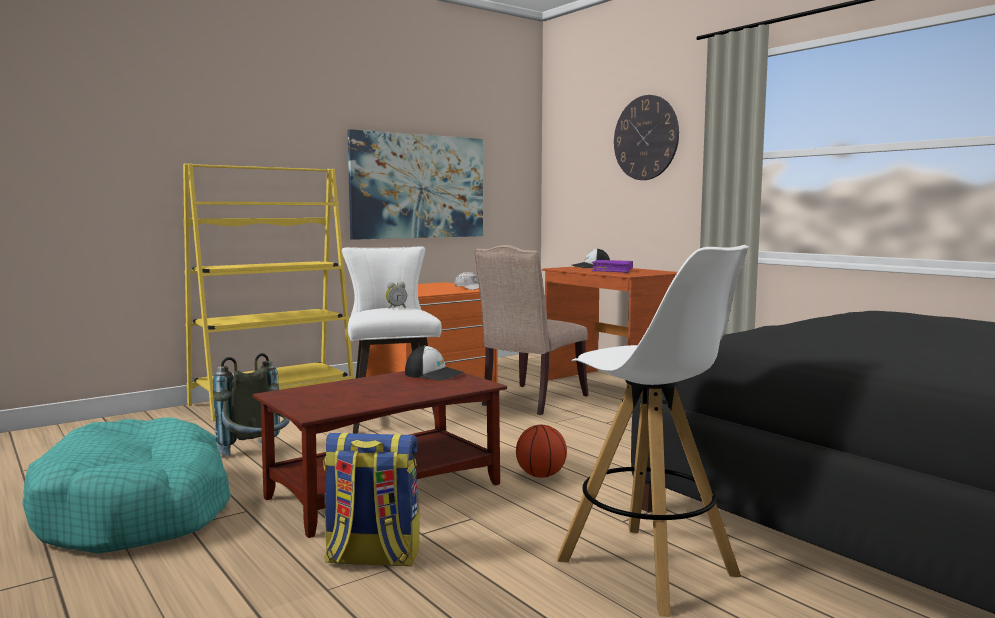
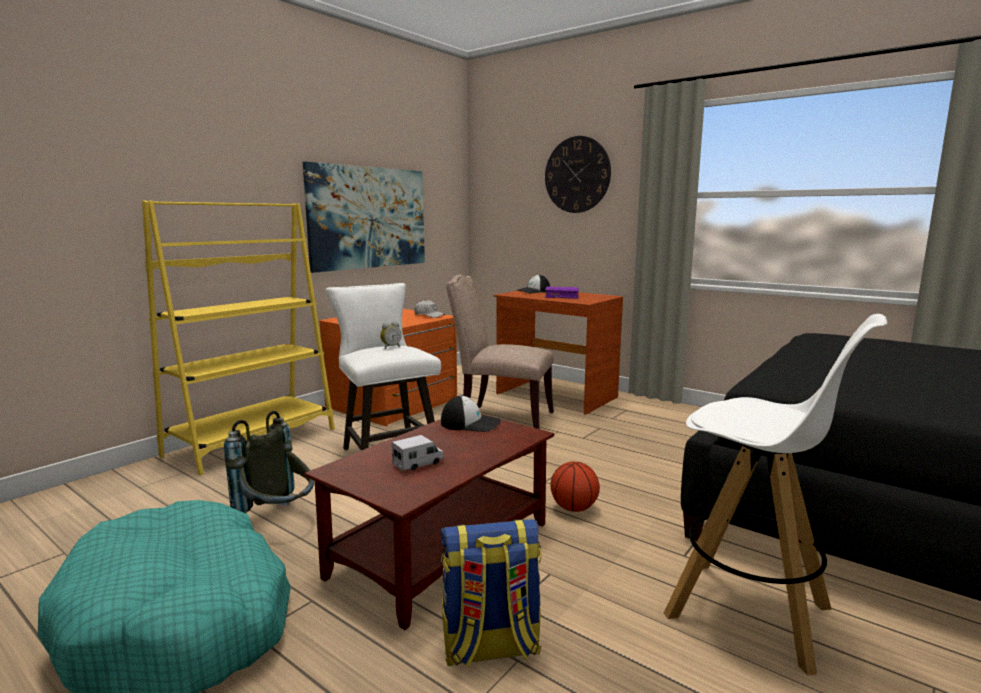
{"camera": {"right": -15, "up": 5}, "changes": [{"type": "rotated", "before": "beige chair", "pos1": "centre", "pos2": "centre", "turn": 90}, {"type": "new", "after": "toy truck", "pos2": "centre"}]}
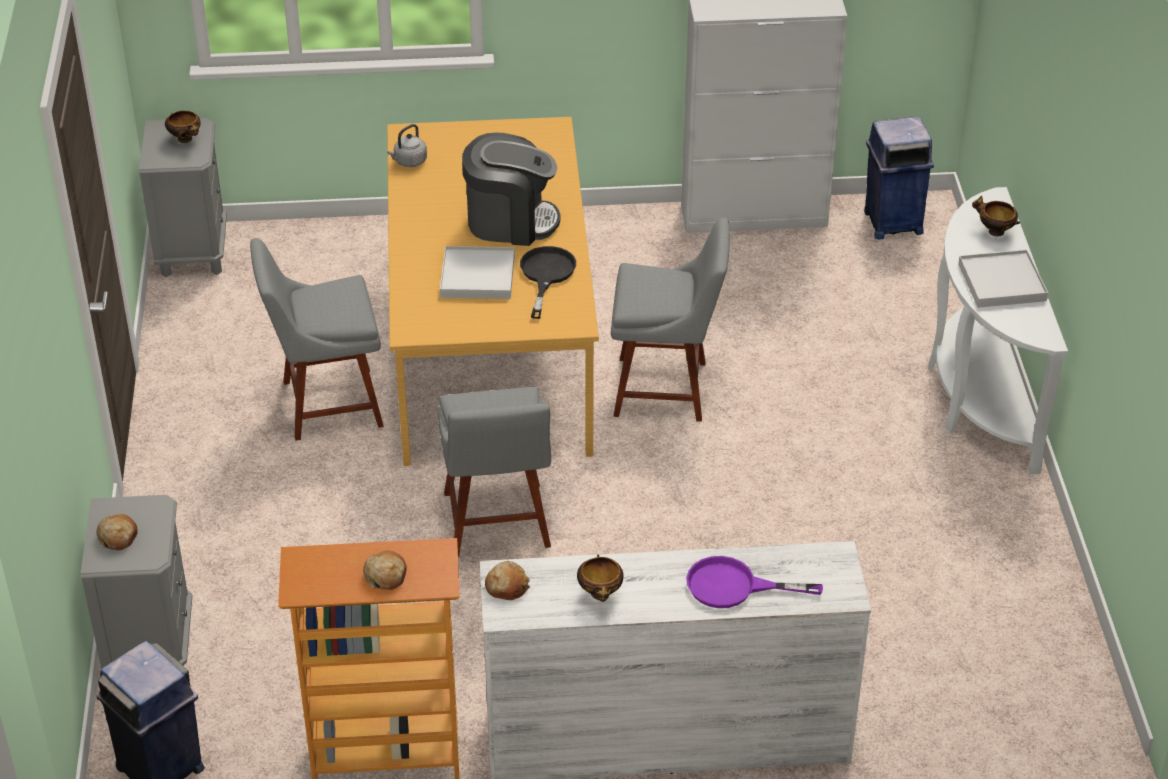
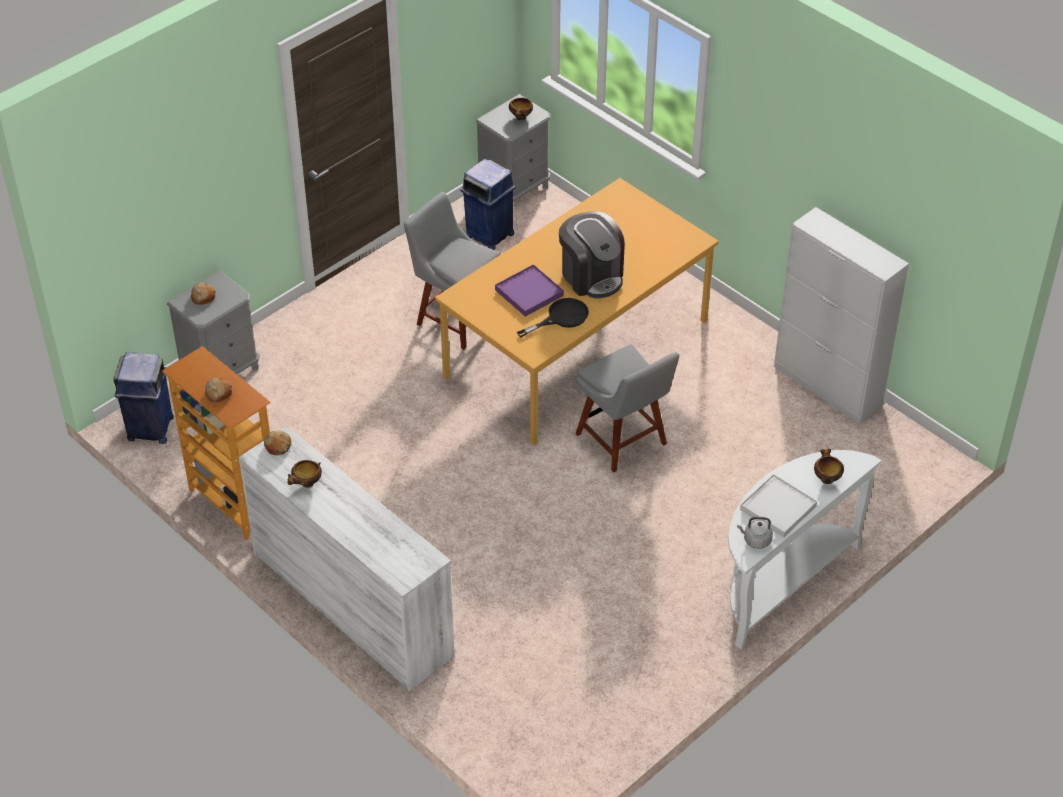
{"camera": {"right": 50, "up": 5}, "changes": [{"type": "shifted", "before": "blue trash can (no. 2 from left)", "pos1": "top right", "pos2": "top centre"}, {"type": "shifted", "before": "grey kettle", "pos1": "top centre", "pos2": "bottom right"}, {"type": "repainted", "before": "white tray (no. 1 from left)", "after": "purple tray", "pos1": "centre", "pos2": "centre"}, {"type": "gone", "before": "grey chair (no. 2 from left)", "pos1": "centre"}, {"type": "gone", "before": "purple frying pan", "pos1": "bottom centre"}]}
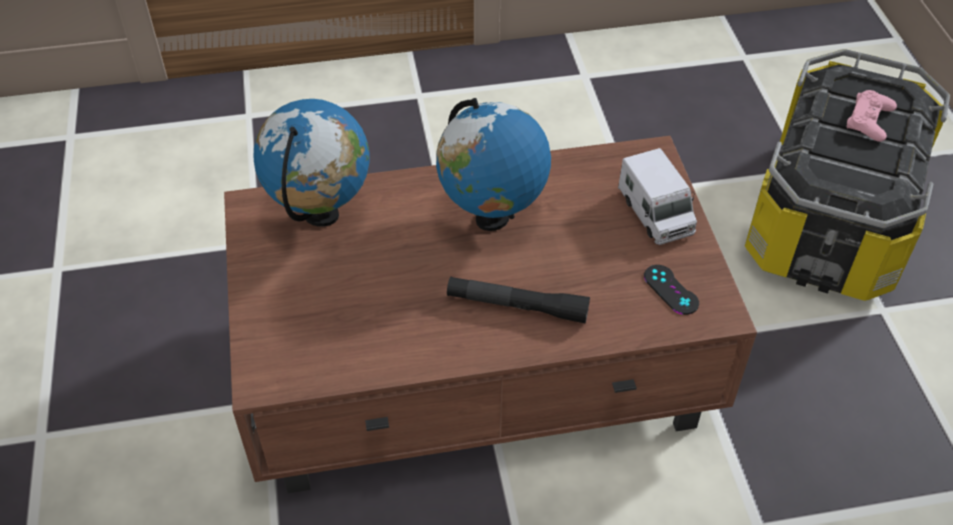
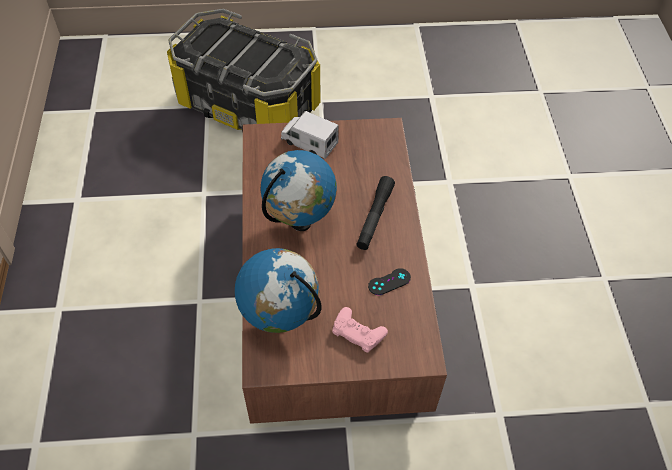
{"camera": {"right": -85, "up": 5}, "changes": [{"type": "shifted", "before": "pink game controller", "pos1": "top right", "pos2": "bottom centre"}, {"type": "rotated", "before": "toy truck", "pos1": "middle right", "pos2": "top centre", "turn": -135}, {"type": "shifted", "before": "black game controller", "pos1": "middle right", "pos2": "centre"}]}
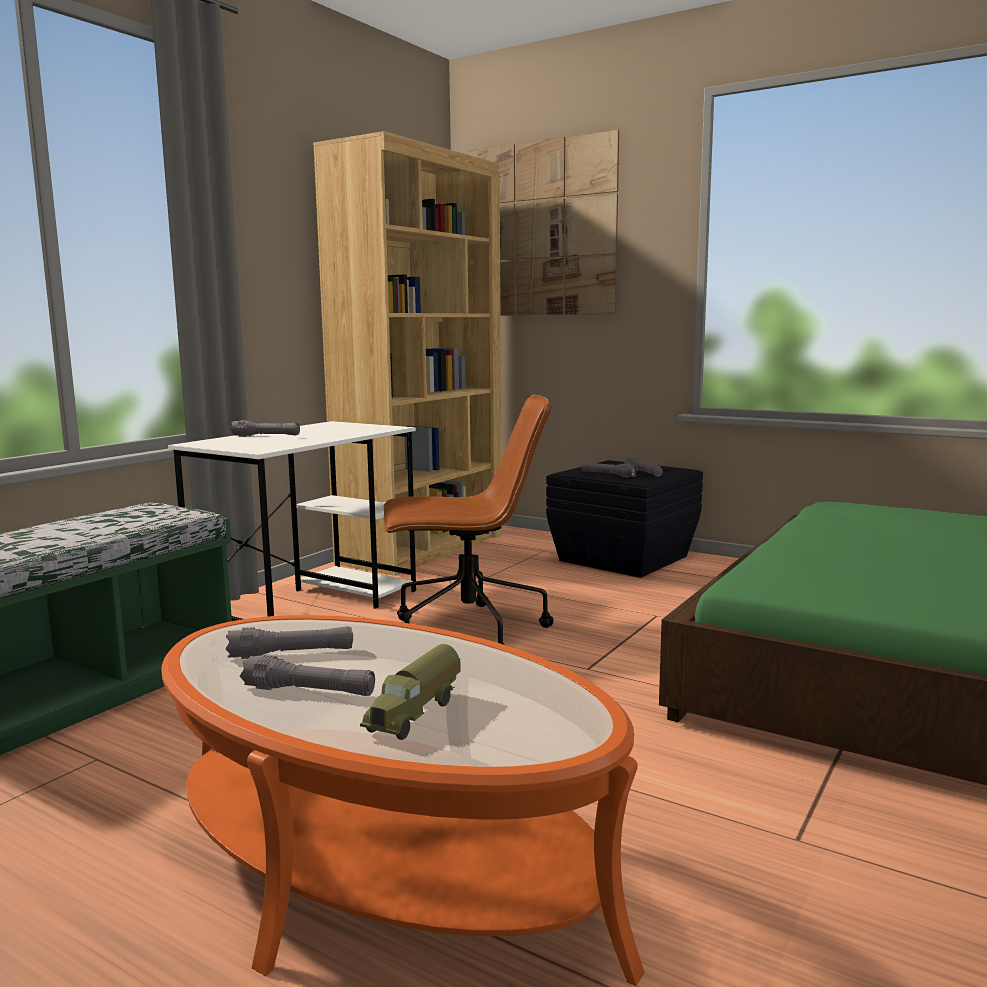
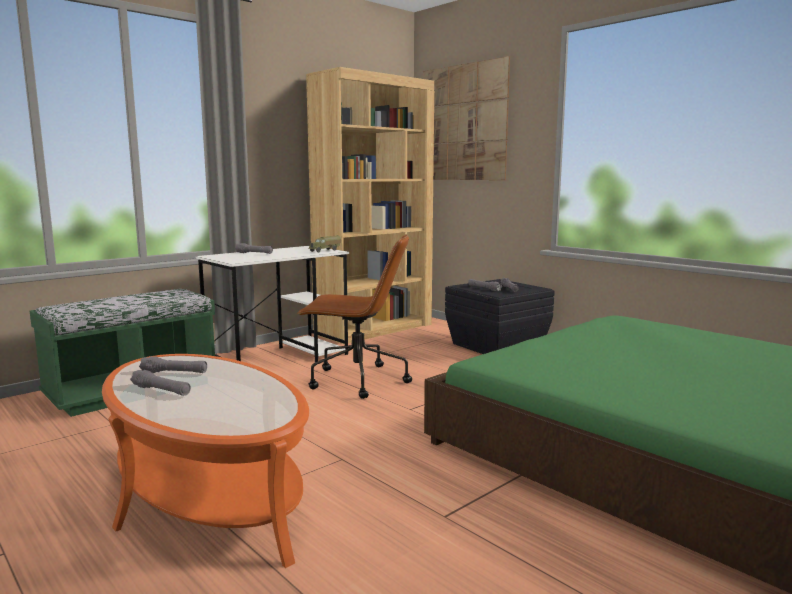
{"camera": {"right": 15, "up": 0}, "changes": [{"type": "shifted", "before": "toy truck", "pos1": "bottom centre", "pos2": "centre"}]}
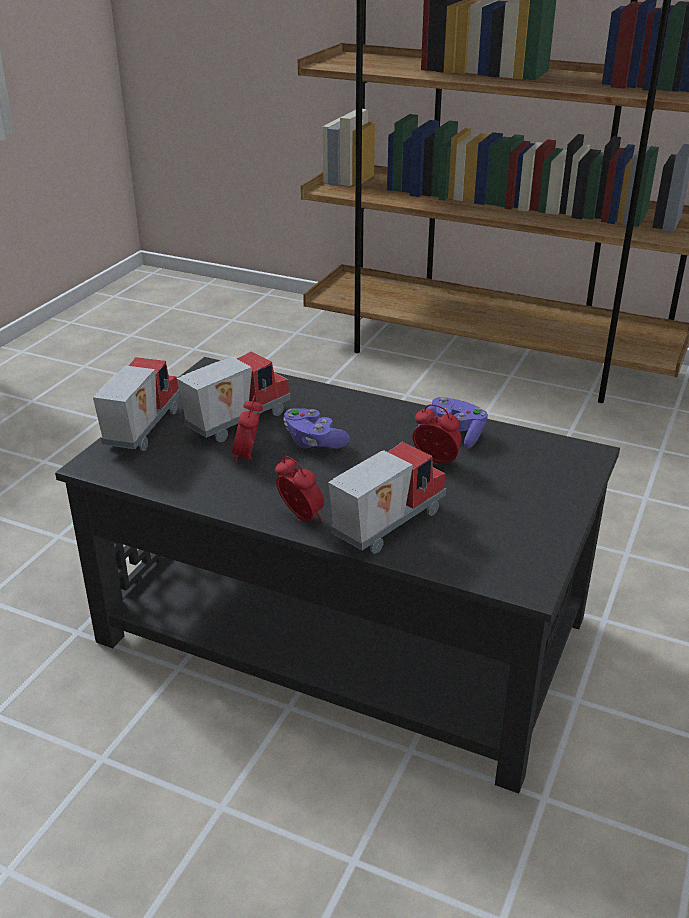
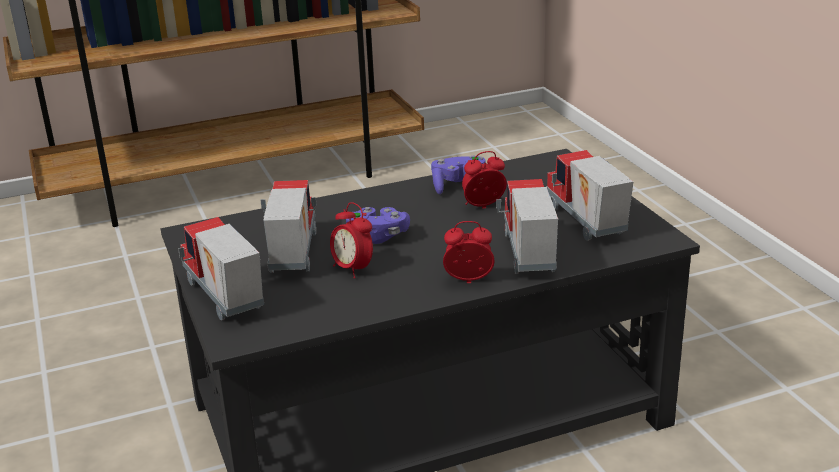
{"camera": {"right": -45, "up": -5}, "changes": [{"type": "new", "after": "toy truck (no. 4 from left)", "pos2": "middle right"}]}
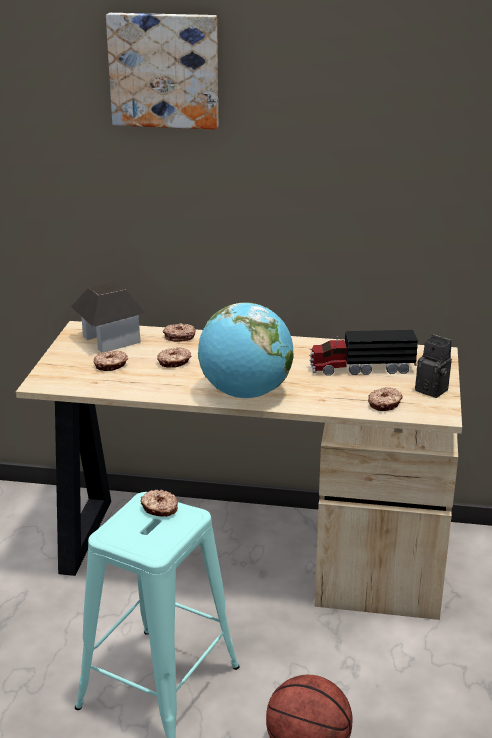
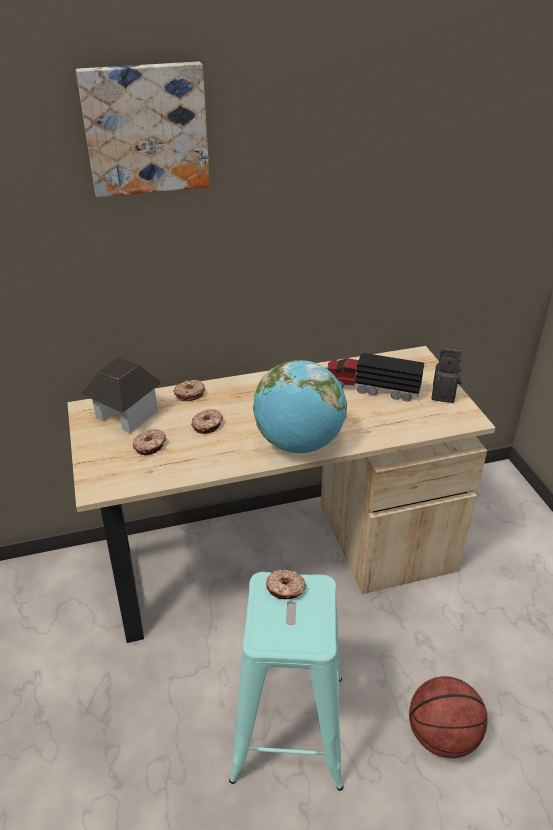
{"camera": {"right": -25, "up": 10}, "changes": [{"type": "rotated", "before": "toy truck", "pos1": "middle right", "pos2": "middle right", "turn": 45}, {"type": "gone", "before": "donut (no. 5 from left)", "pos1": "middle right"}]}
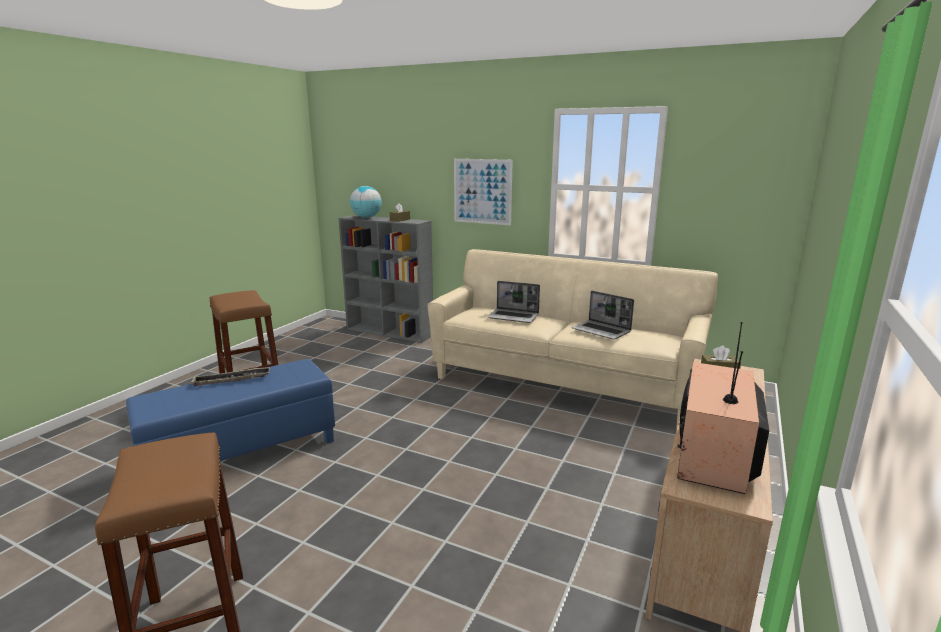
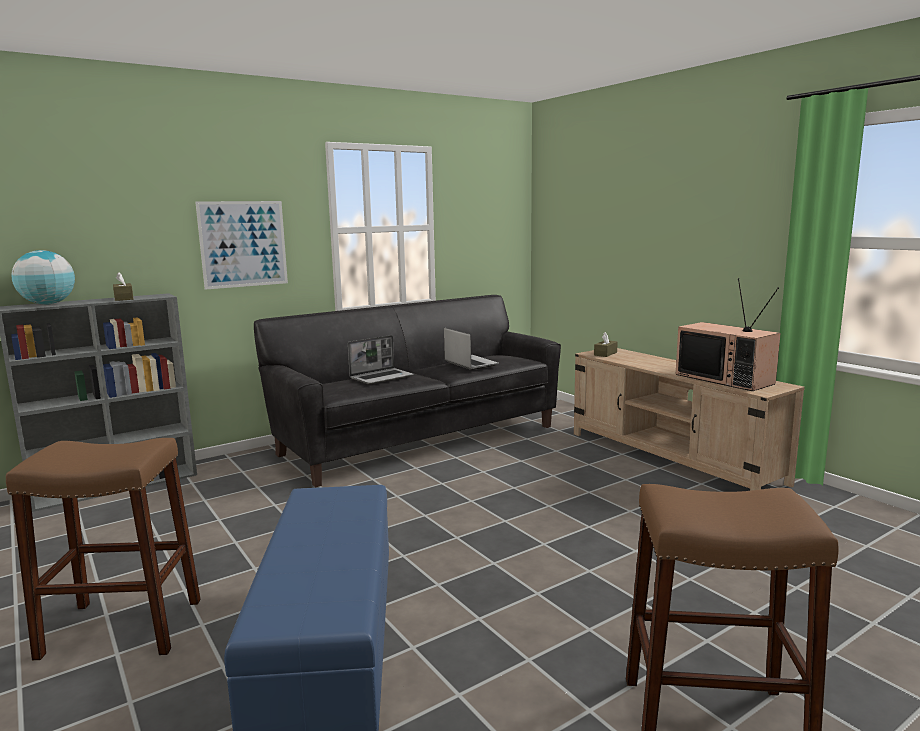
{"camera": {"right": -60, "up": -5}, "changes": [{"type": "repainted", "before": "beige sofa", "after": "black sofa", "pos1": "centre", "pos2": "centre"}, {"type": "rotated", "before": "laptop (no. 2 from left)", "pos1": "centre", "pos2": "centre", "turn": -105}, {"type": "gone", "before": "tray", "pos1": "middle left"}]}
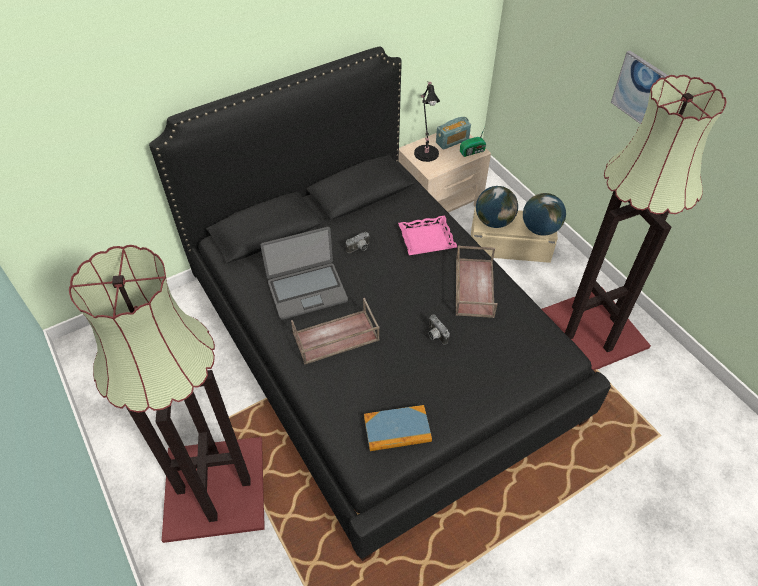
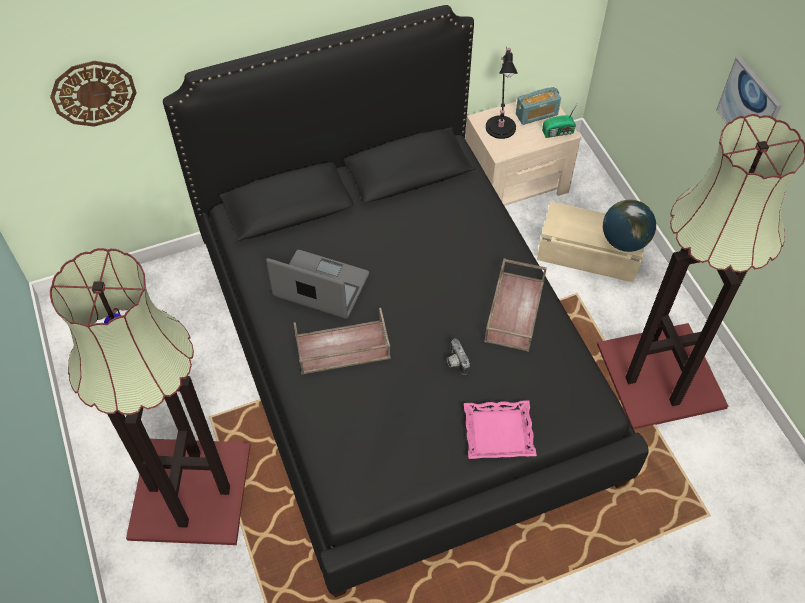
{"camera": {"right": 10, "up": 5}, "changes": [{"type": "gone", "before": "globe (no. 1 from left)", "pos1": "centre"}, {"type": "shifted", "before": "pink tray", "pos1": "centre", "pos2": "bottom centre"}, {"type": "rotated", "before": "laptop", "pos1": "centre", "pos2": "centre", "turn": -150}, {"type": "gone", "before": "photo camera (no. 1 from left)", "pos1": "centre"}, {"type": "gone", "before": "book", "pos1": "bottom centre"}, {"type": "new", "after": "wall clock", "pos2": "top left"}]}
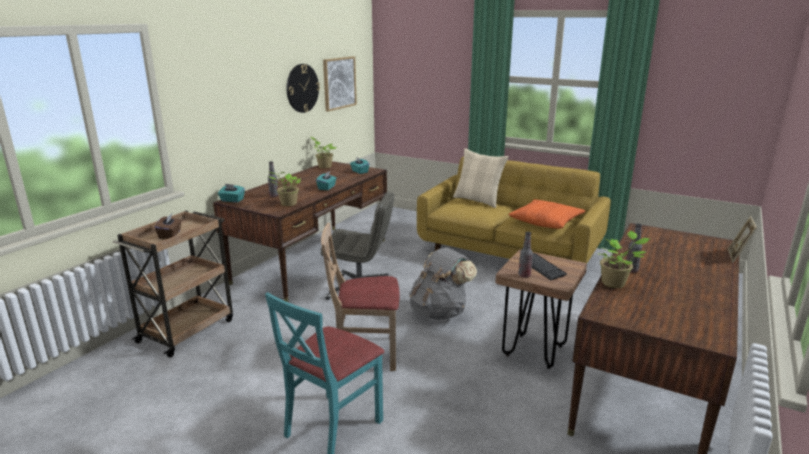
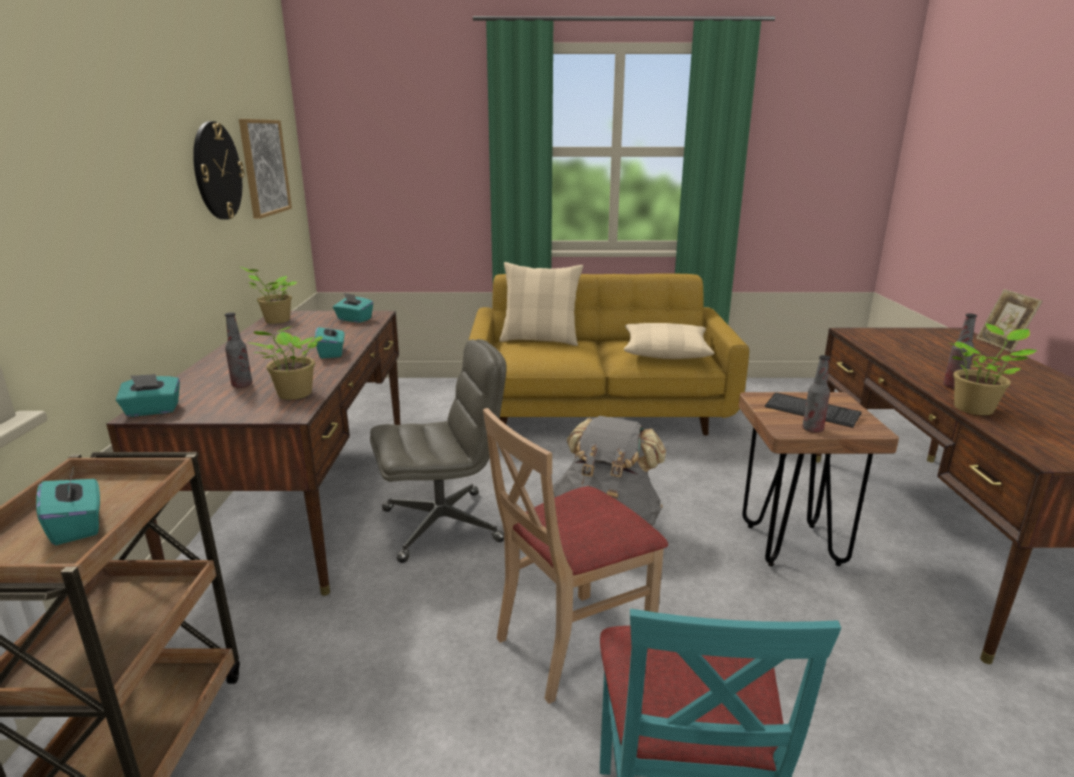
{"camera": {"right": -30, "up": 0}, "changes": [{"type": "repainted", "before": "orange pillow", "after": "beige pillow (no. 2 from left)", "pos1": "middle right", "pos2": "centre"}, {"type": "repainted", "before": "brown tissue box", "after": "turquoise tissue box (no. 1 from left)", "pos1": "middle left", "pos2": "middle left"}]}
